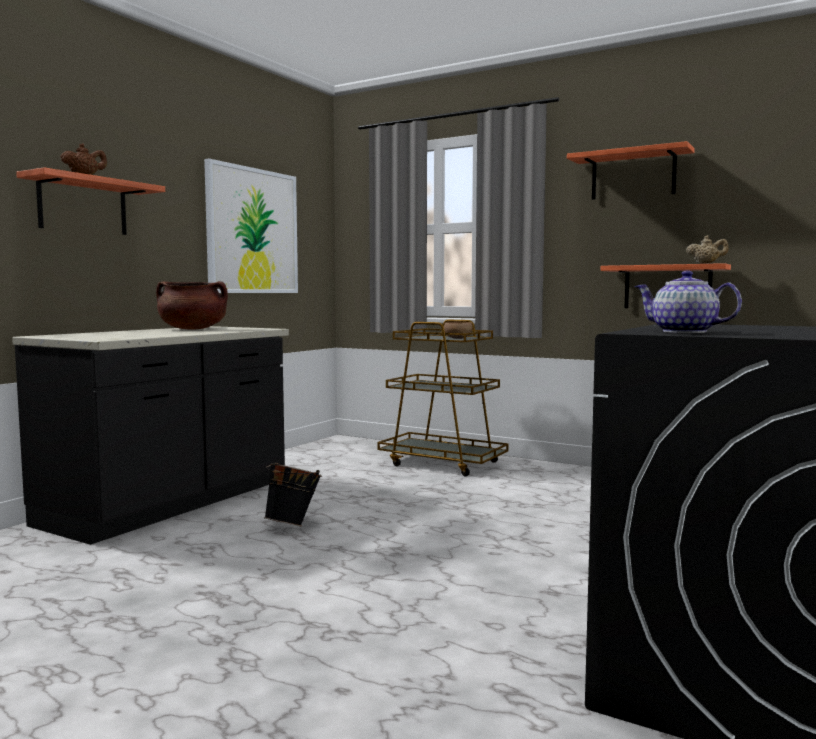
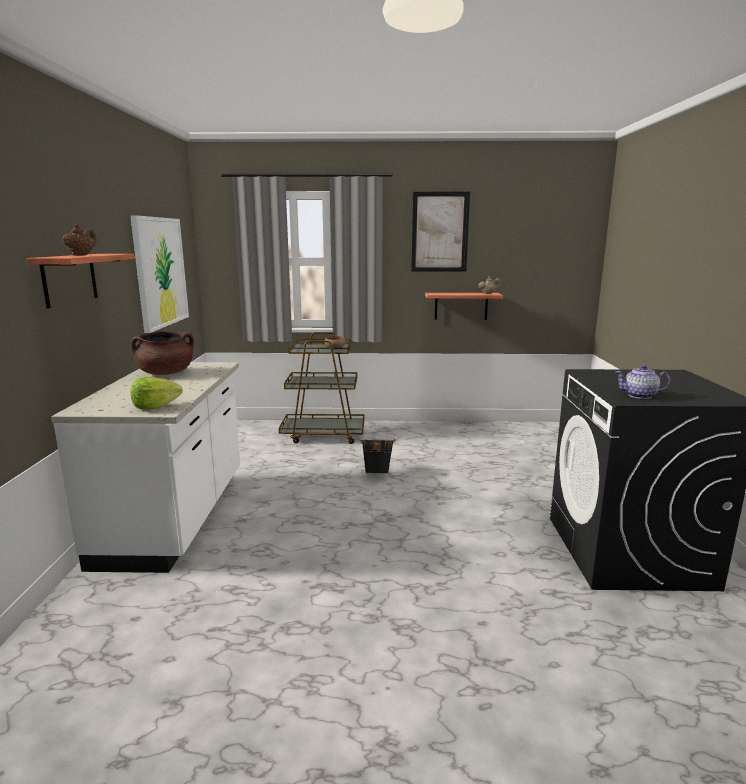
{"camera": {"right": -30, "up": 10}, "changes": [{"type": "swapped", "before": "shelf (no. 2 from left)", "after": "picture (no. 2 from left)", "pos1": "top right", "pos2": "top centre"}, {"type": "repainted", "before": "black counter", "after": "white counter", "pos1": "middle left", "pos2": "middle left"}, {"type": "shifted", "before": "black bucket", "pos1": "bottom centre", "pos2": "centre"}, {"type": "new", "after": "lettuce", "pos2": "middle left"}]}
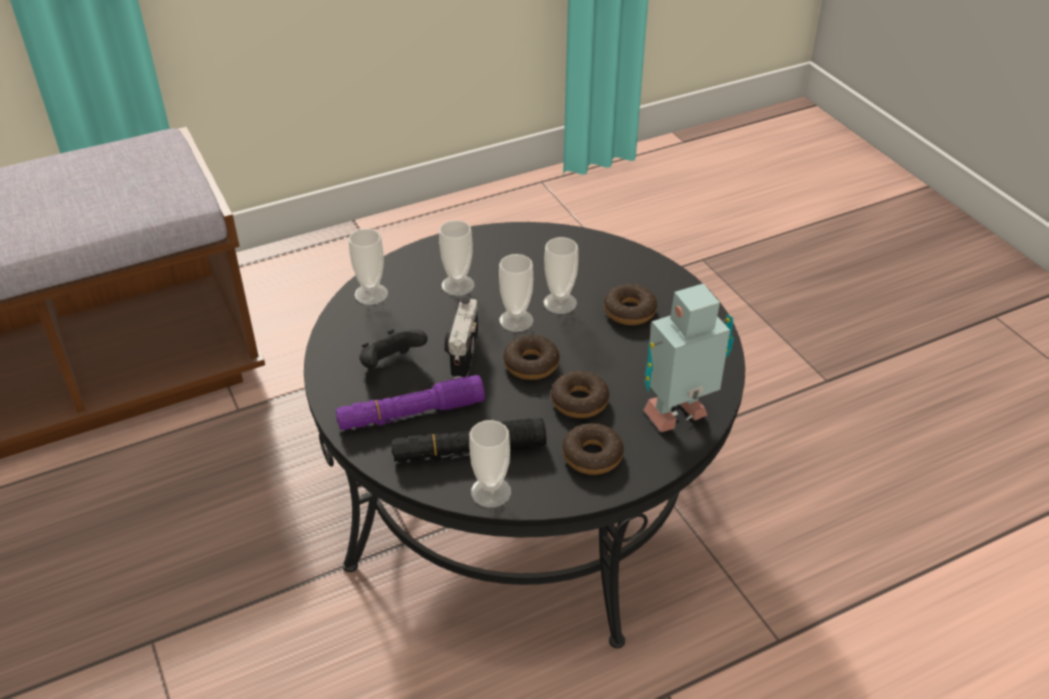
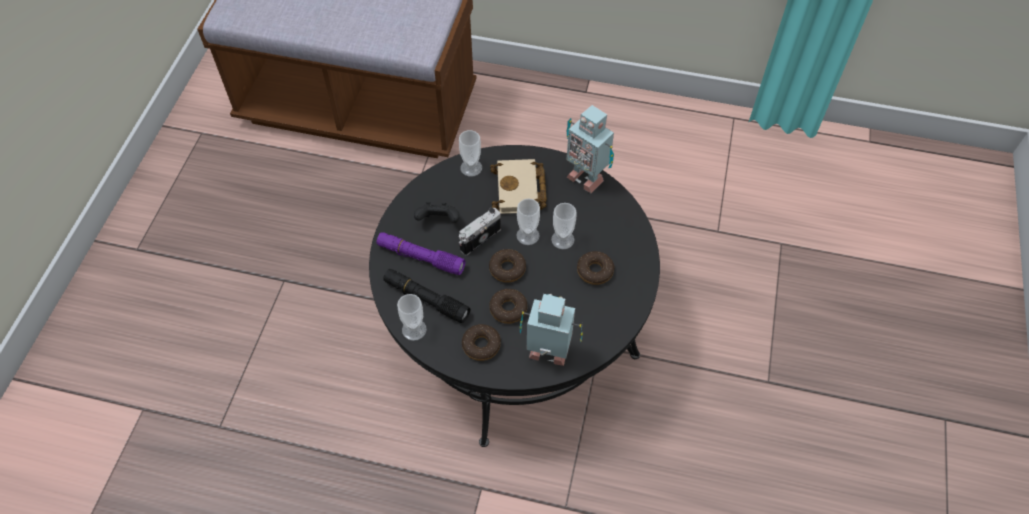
{"camera": {"right": 40, "up": 15}, "changes": [{"type": "swapped", "before": "cup (no. 2 from left)", "after": "beige book", "pos1": "centre", "pos2": "centre"}, {"type": "new", "after": "toy robot (no. 2 from left)", "pos2": "top centre"}]}
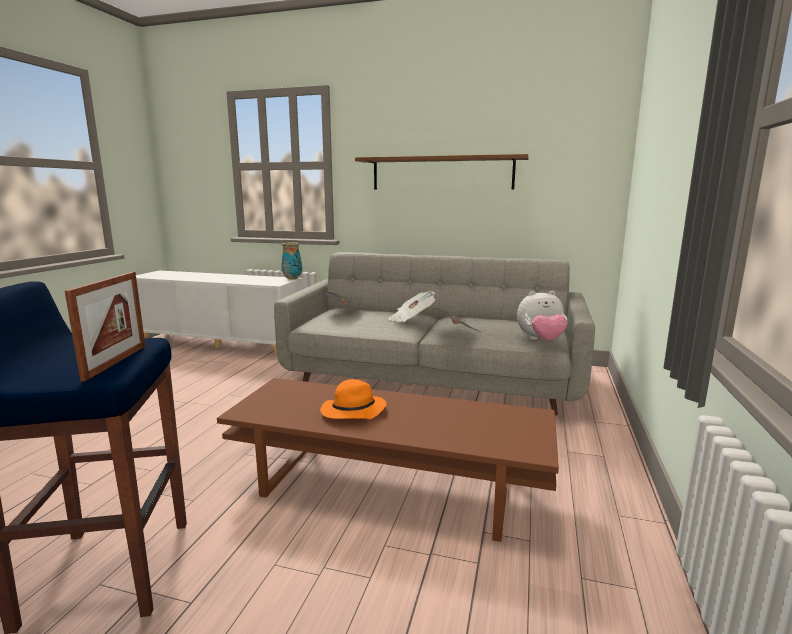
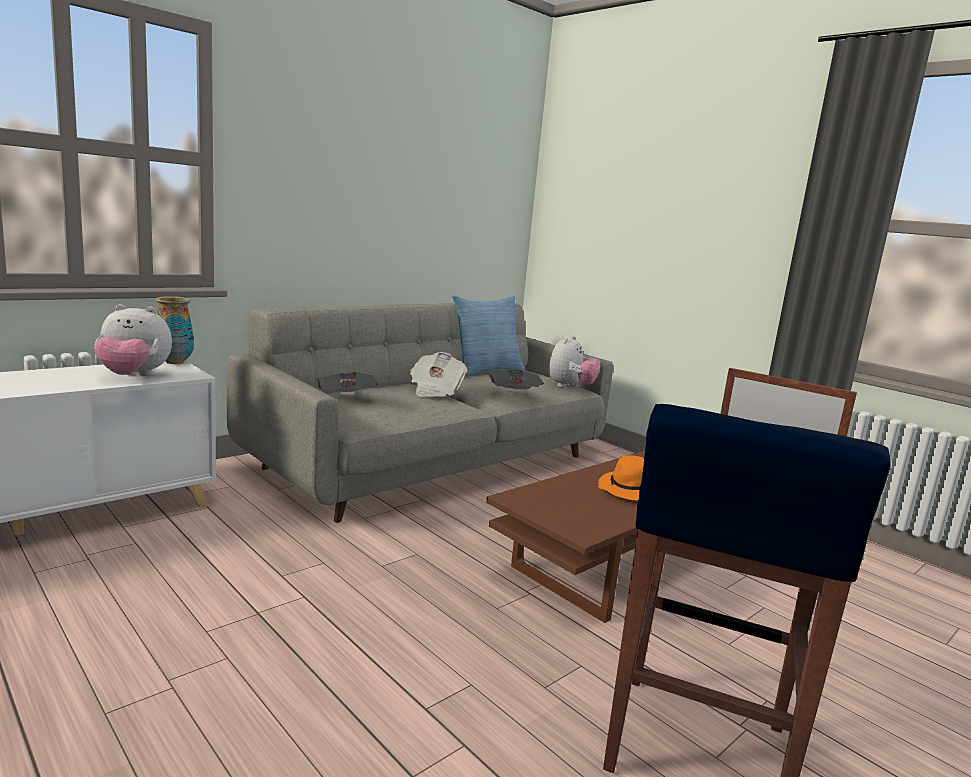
{"camera": {"right": -60, "up": 0}, "changes": [{"type": "gone", "before": "brown shelf", "pos1": "top centre"}, {"type": "new", "after": "pillow", "pos2": "centre"}, {"type": "new", "after": "plush toy (no. 1 from left)", "pos2": "middle left"}]}
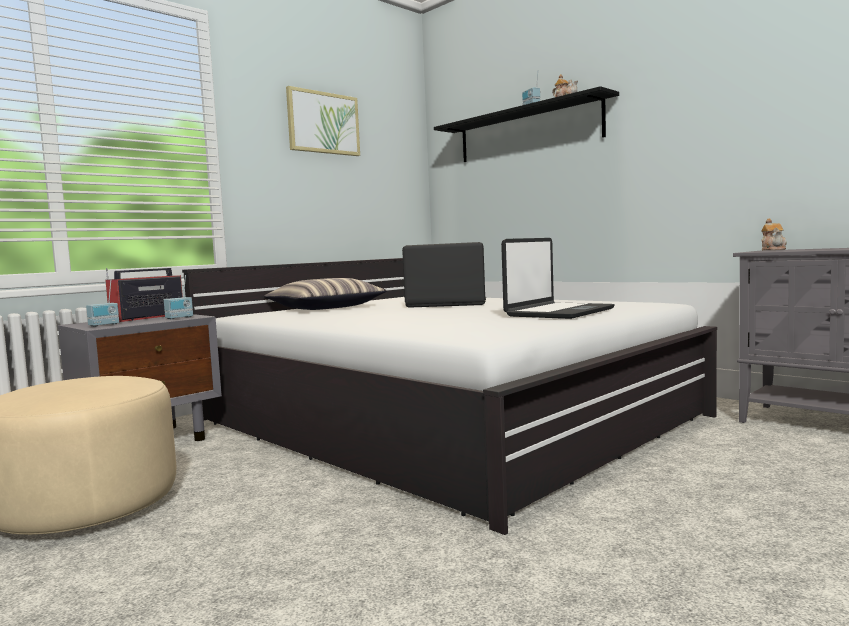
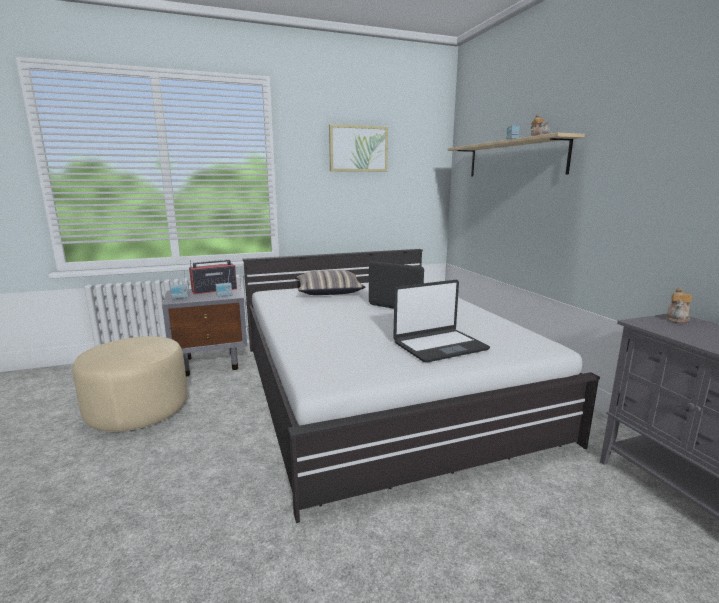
{"camera": {"right": 25, "up": 10}, "changes": [{"type": "repainted", "before": "black shelf", "after": "beige shelf", "pos1": "top centre", "pos2": "top right"}]}
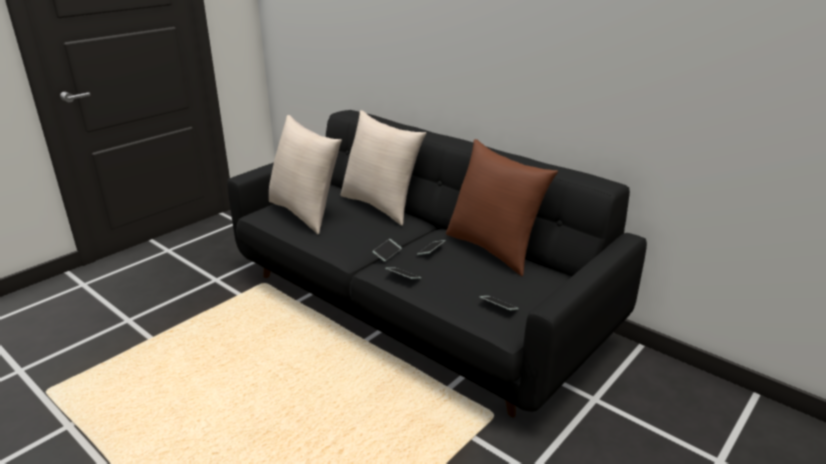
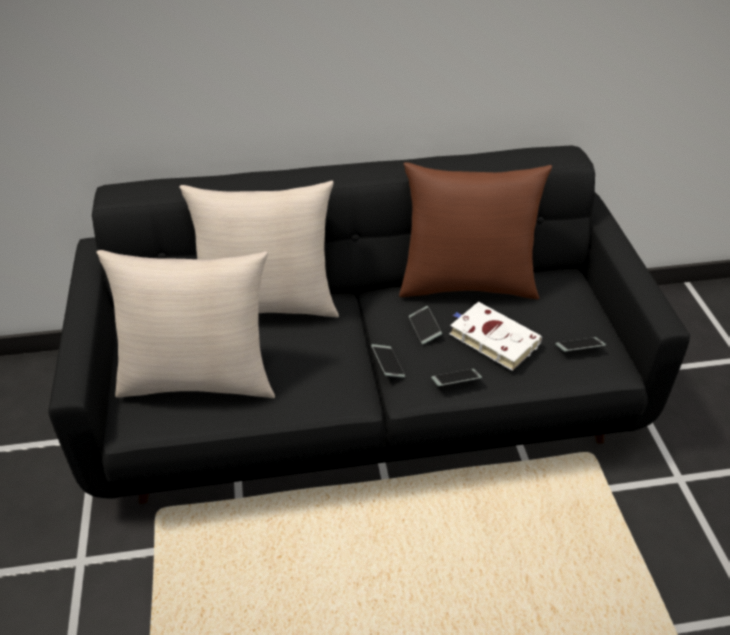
{"camera": {"right": -50, "up": 15}, "changes": [{"type": "new", "after": "white book", "pos2": "middle right"}]}
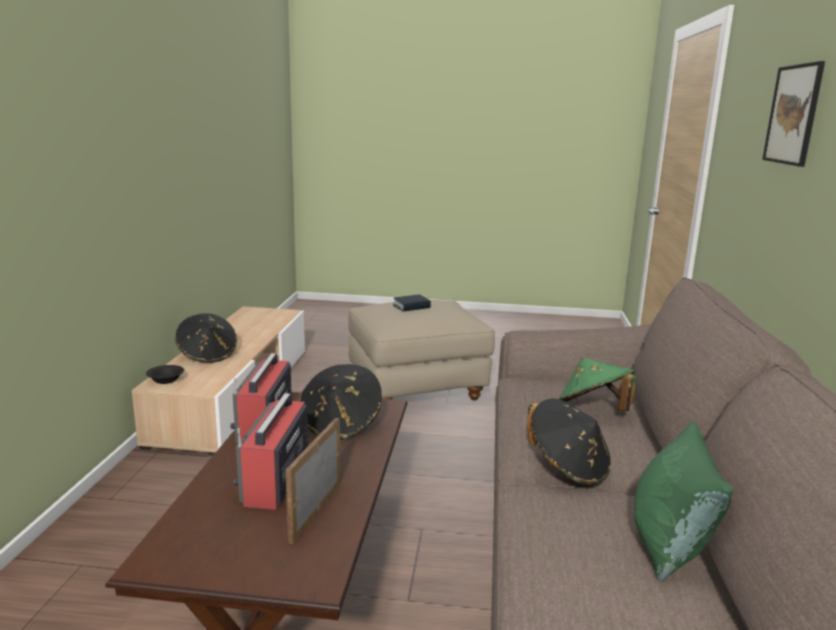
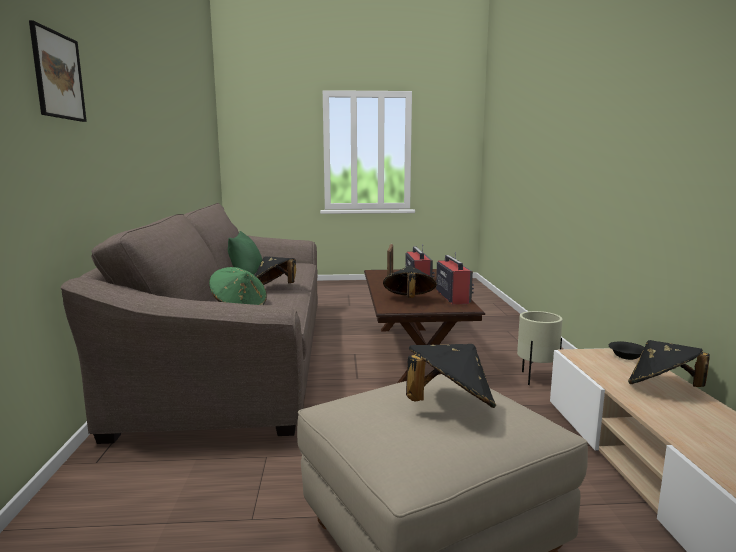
{"camera": {"right": 170, "up": -5}, "changes": [{"type": "swapped", "before": "book", "after": "black hat (no. 3 from left)", "pos1": "centre", "pos2": "bottom centre"}, {"type": "new", "after": "beige planter", "pos2": "middle right"}]}
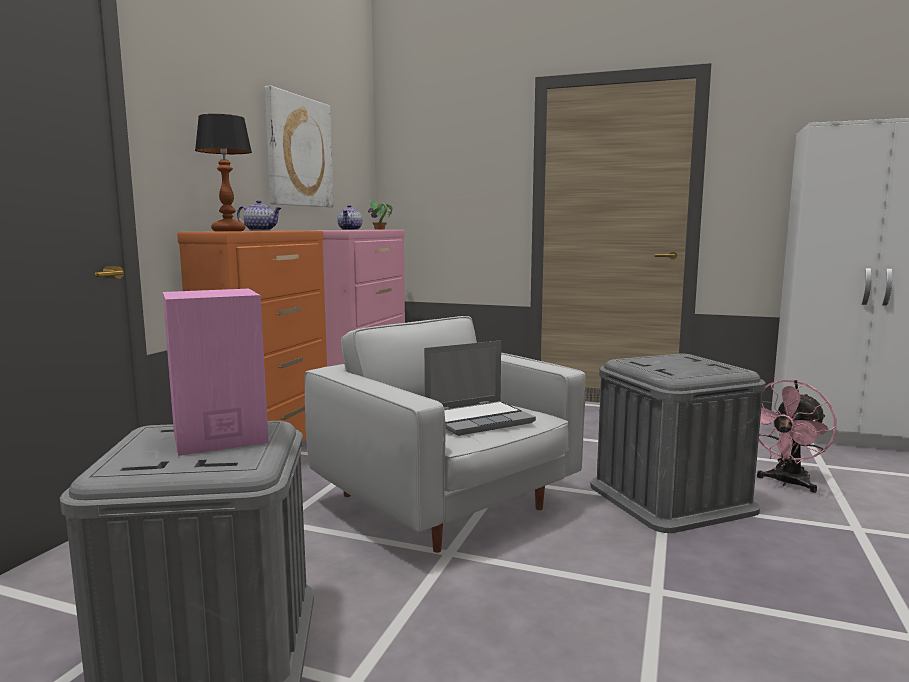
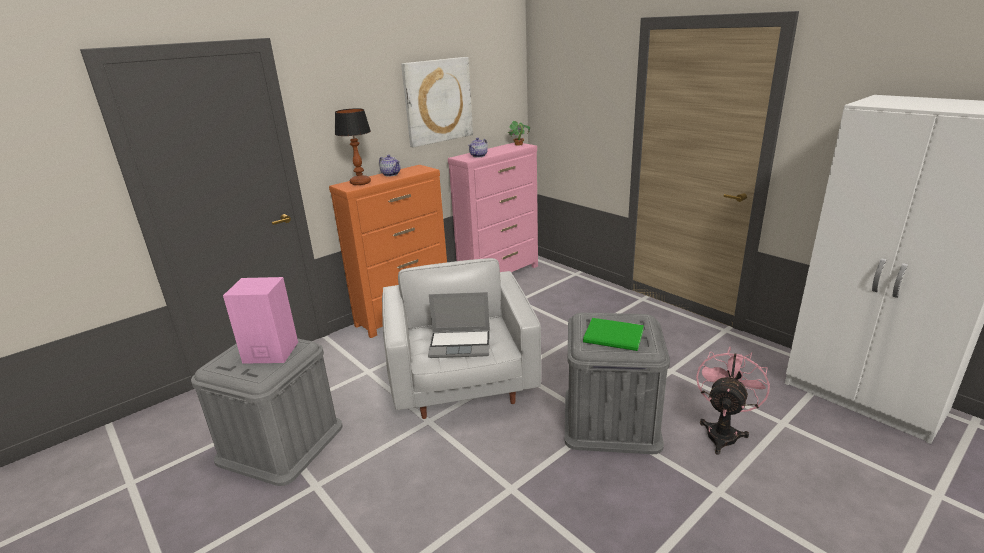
{"camera": {"right": 30, "up": 15}, "changes": [{"type": "rotated", "before": "pink fan", "pos1": "middle right", "pos2": "bottom right", "turn": 135}, {"type": "new", "after": "green book", "pos2": "centre"}]}
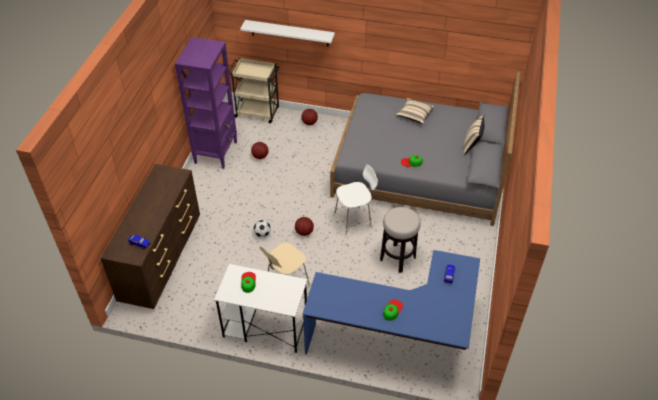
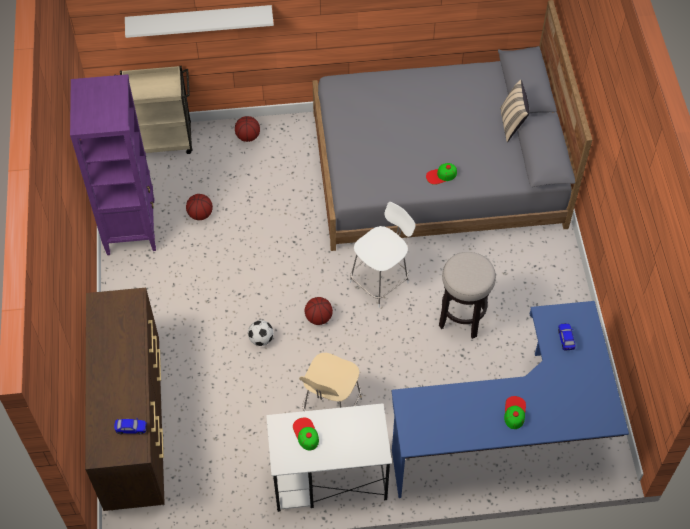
{"camera": {"right": -20, "up": 10}, "changes": [{"type": "gone", "before": "beige pillow (no. 1 from left)", "pos1": "top centre"}]}
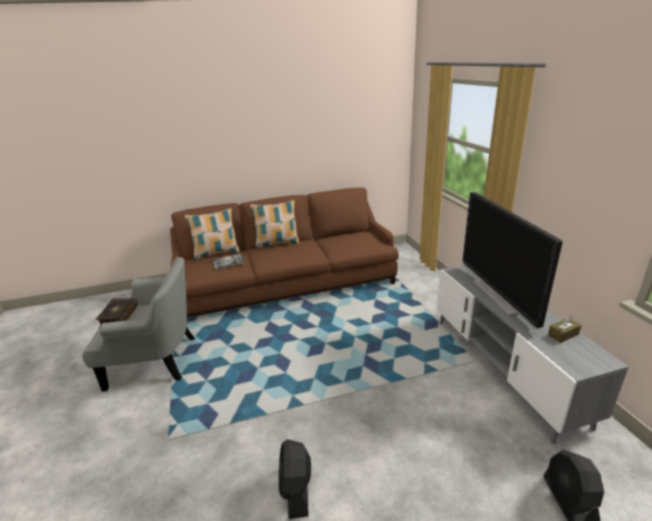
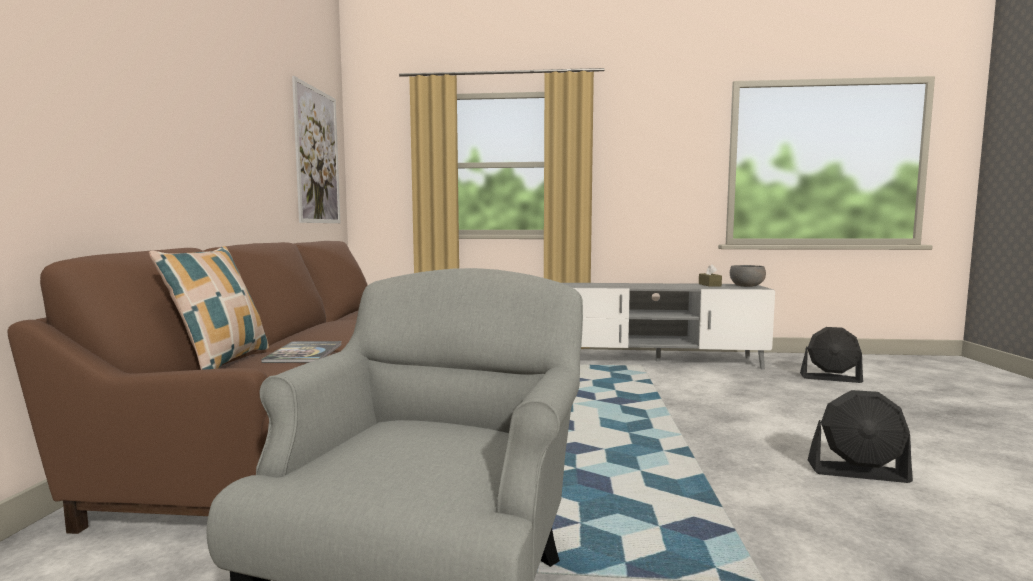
{"camera": {"right": -70, "up": -20}, "changes": [{"type": "gone", "before": "television", "pos1": "middle right"}, {"type": "gone", "before": "pillow (no. 2 from left)", "pos1": "centre"}, {"type": "gone", "before": "book (no. 1 from left)", "pos1": "middle left"}, {"type": "new", "after": "picture", "pos2": "top left"}, {"type": "new", "after": "grey bowl", "pos2": "middle right"}]}
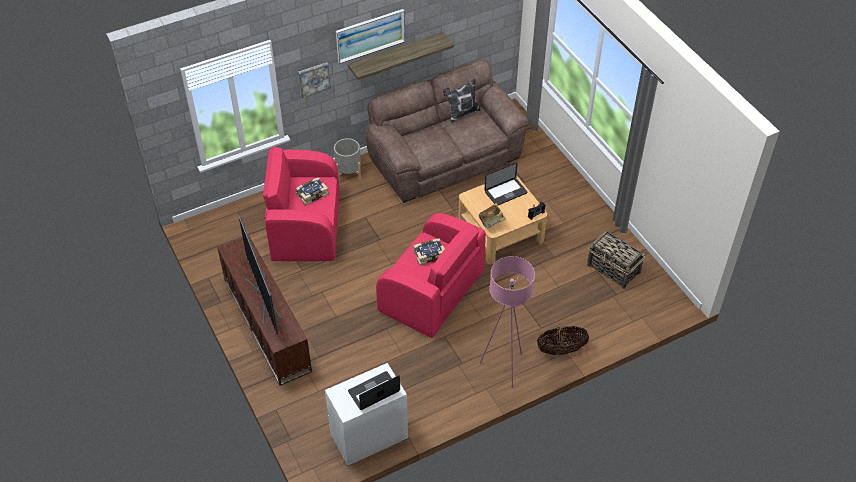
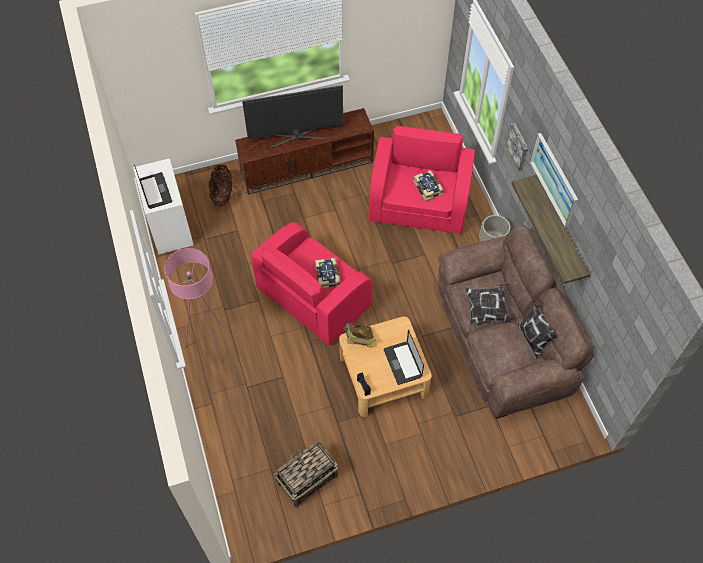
{"camera": {"right": 100, "up": 10}, "changes": [{"type": "shifted", "before": "basket (no. 1 from left)", "pos1": "bottom centre", "pos2": "top left"}, {"type": "new", "after": "pillow (no. 1 from left)", "pos2": "middle right"}]}
